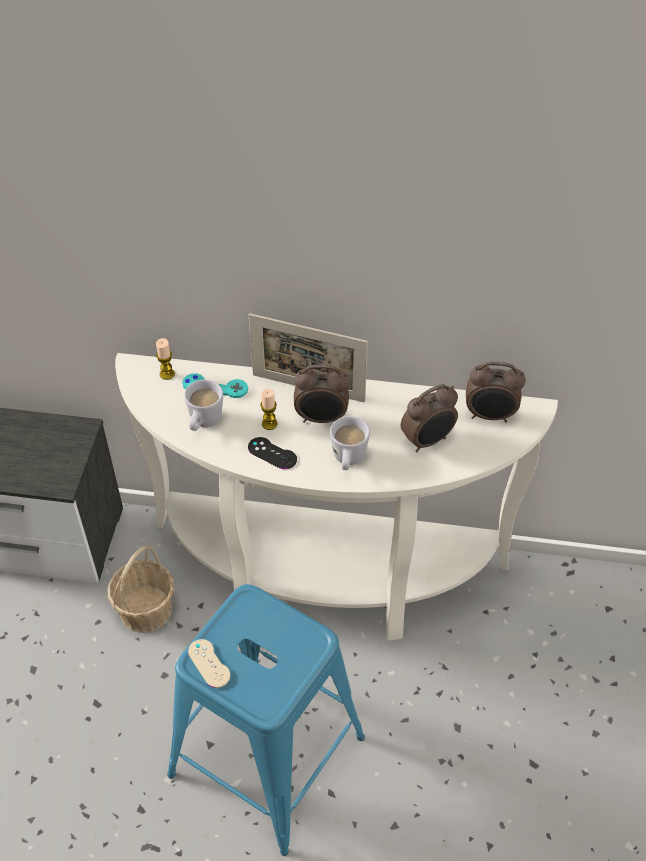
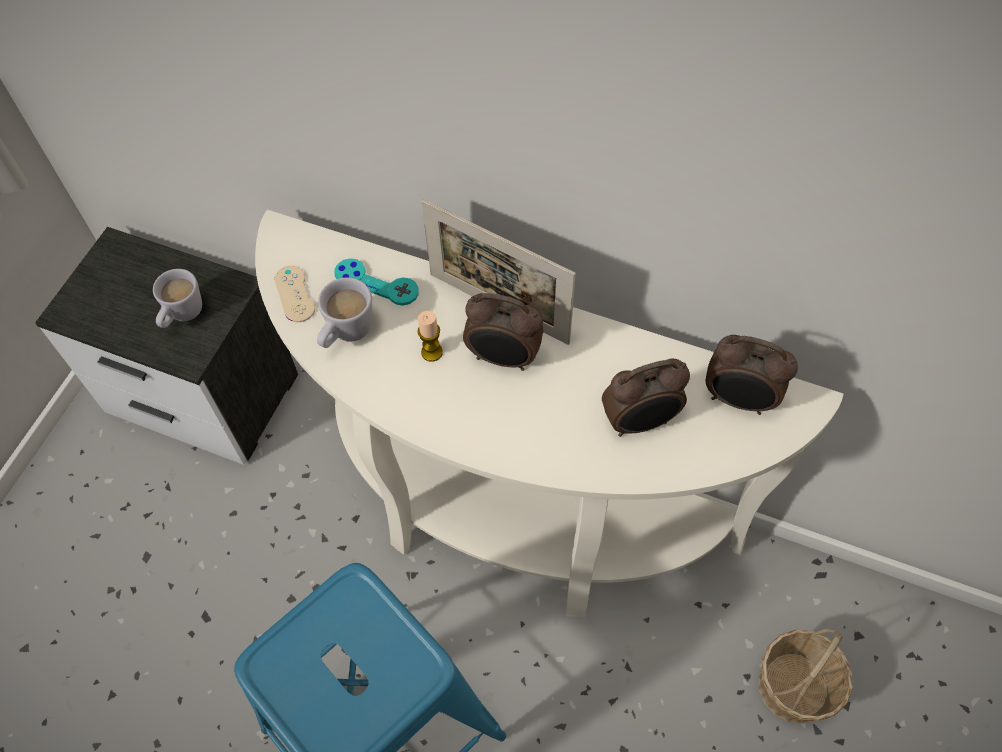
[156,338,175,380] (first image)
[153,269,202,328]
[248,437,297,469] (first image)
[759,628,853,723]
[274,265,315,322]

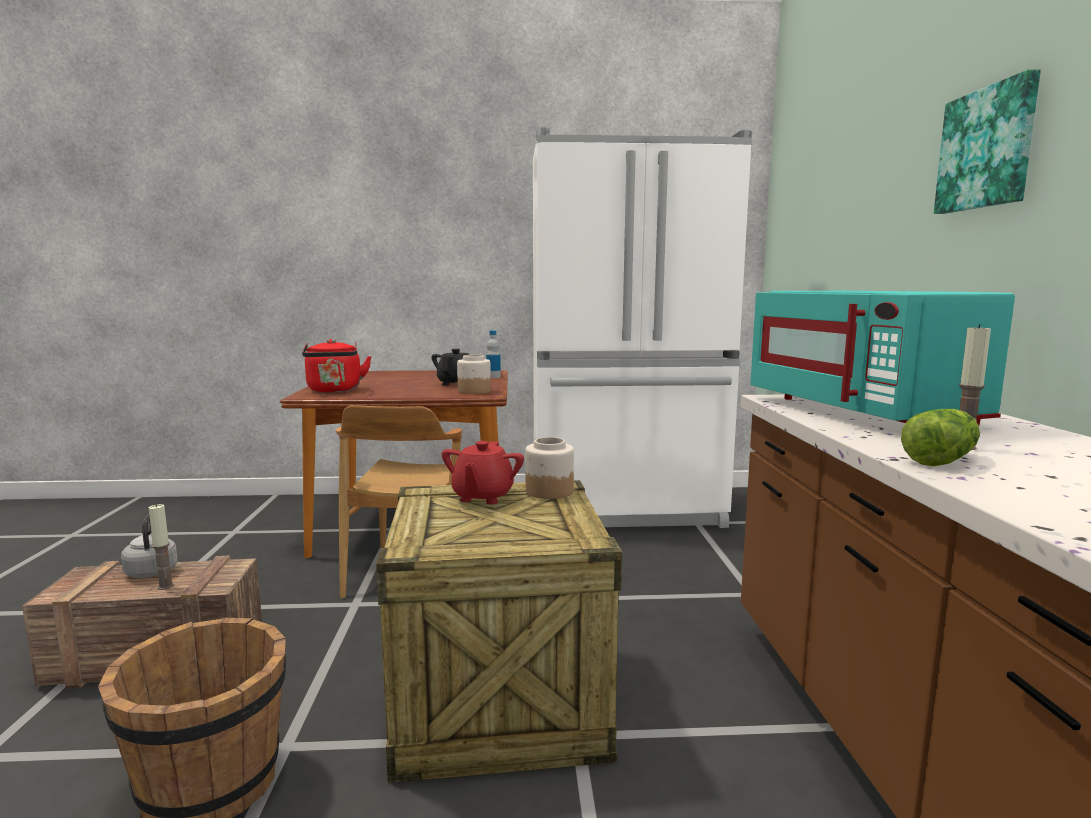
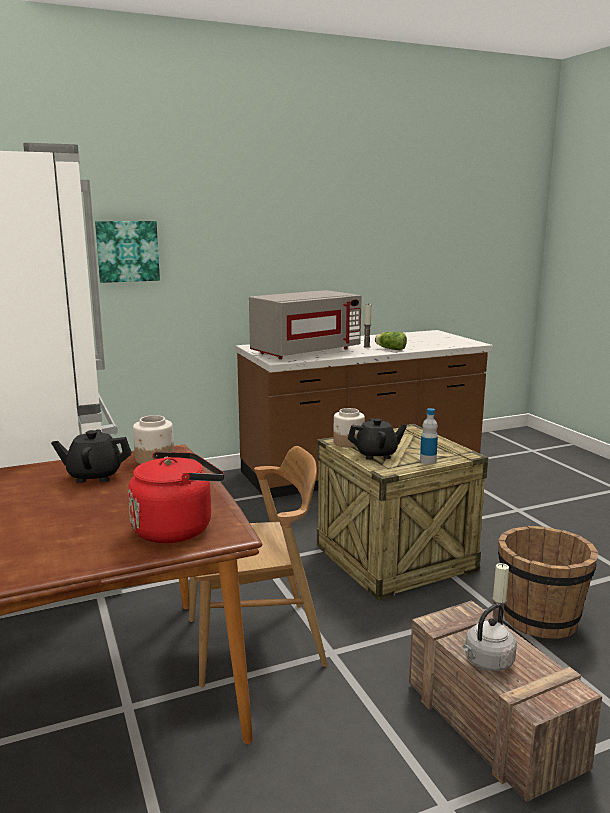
[95,221,160,283]
[249,290,362,359]
[420,408,438,464]
[348,418,407,460]

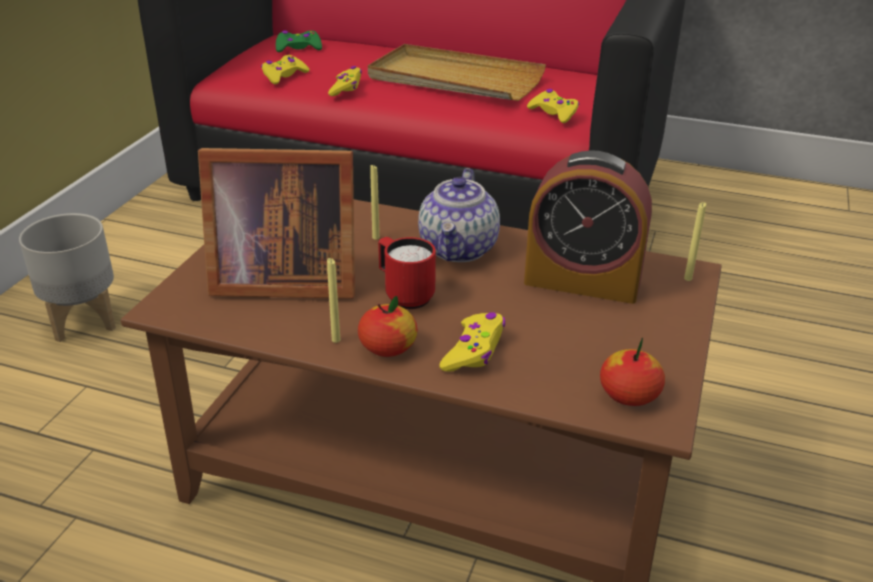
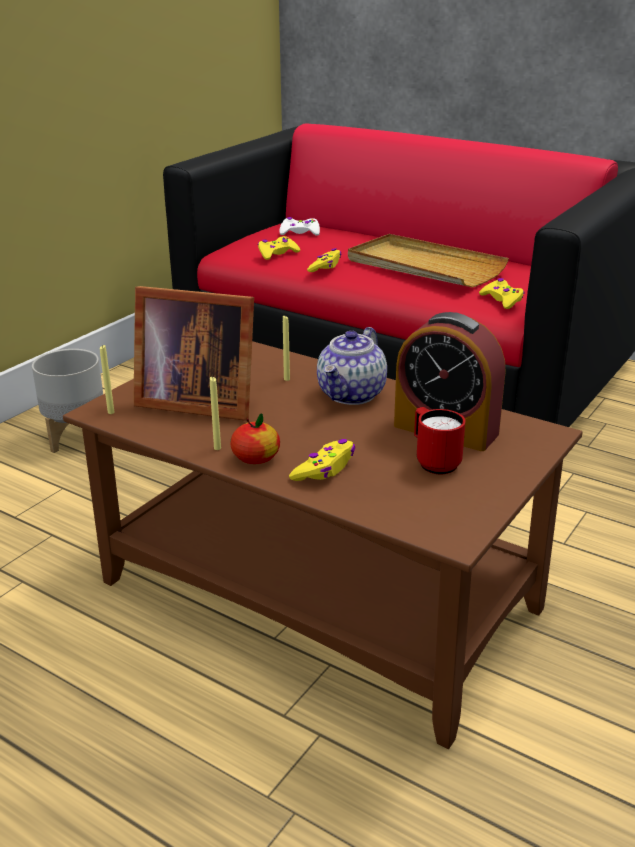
[280,217,320,236]
[100,345,114,414]
[414,407,466,474]
[600,338,665,406] (first image)

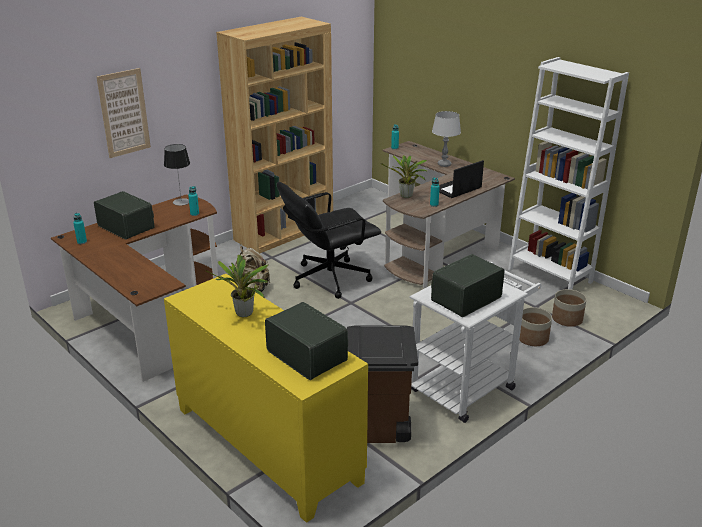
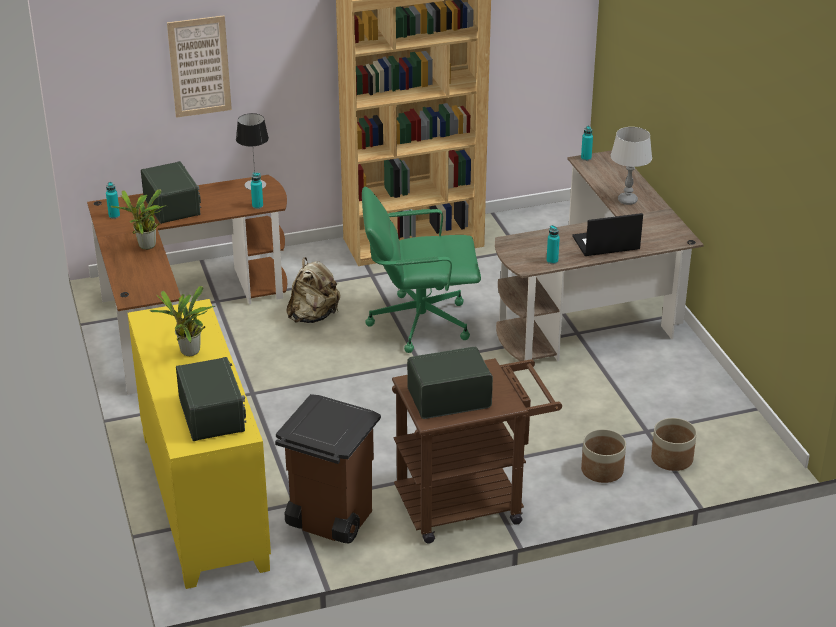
[508,57,629,290] (first image)
[111,189,167,250]
[362,187,481,353]
[392,358,562,544]

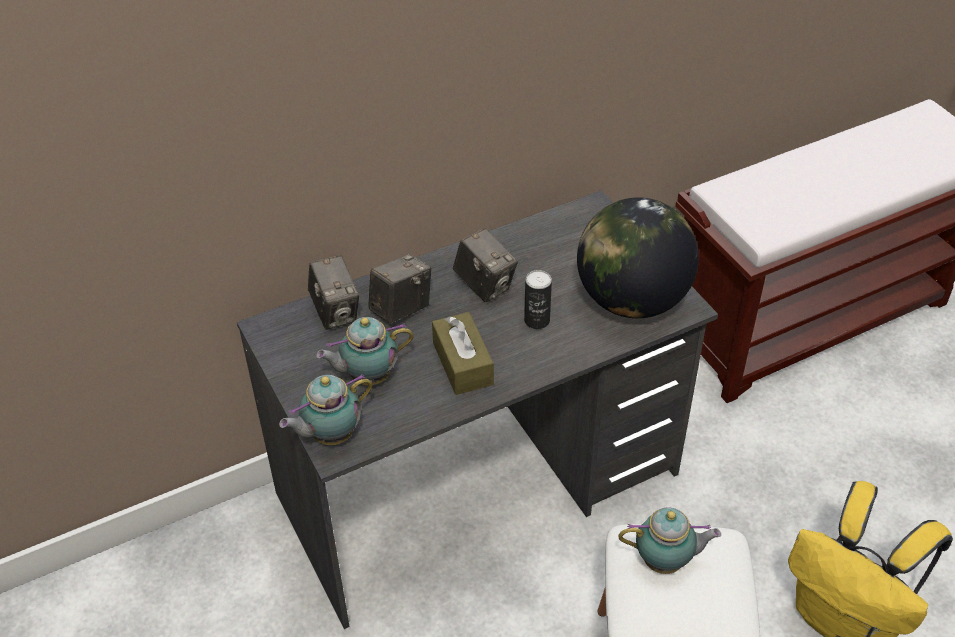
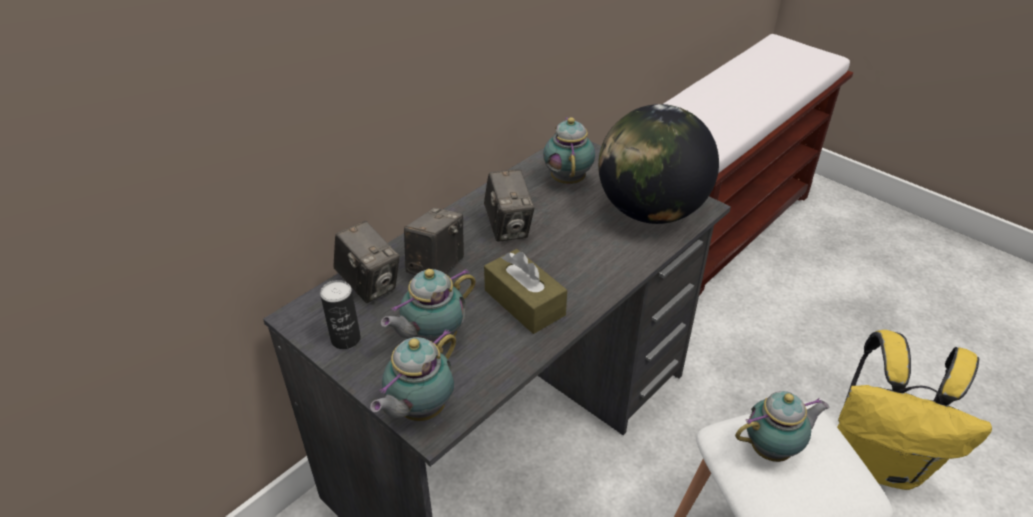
[484,169,535,242]
[320,280,361,349]
[543,117,595,184]

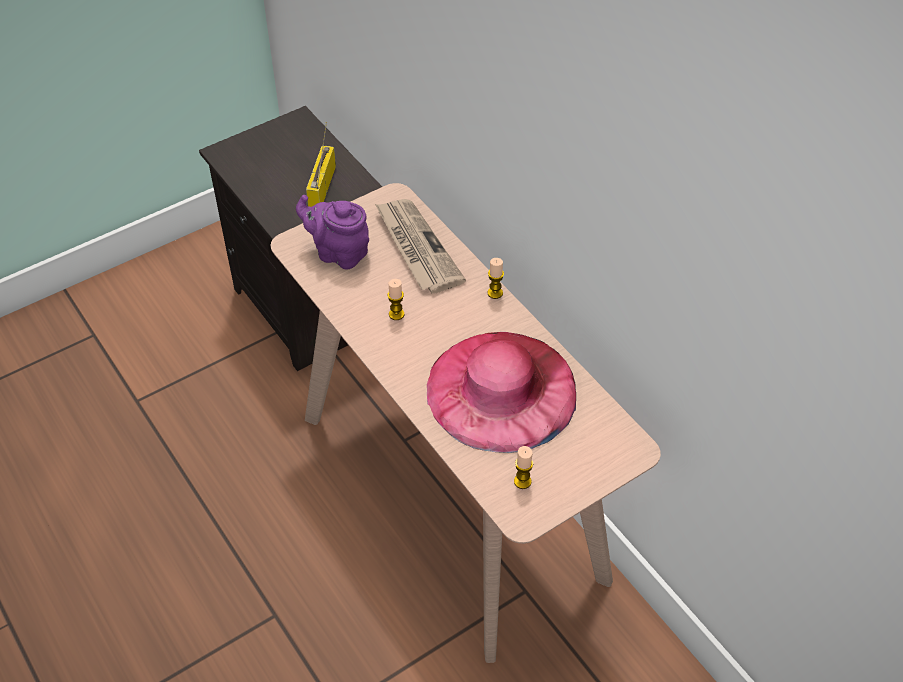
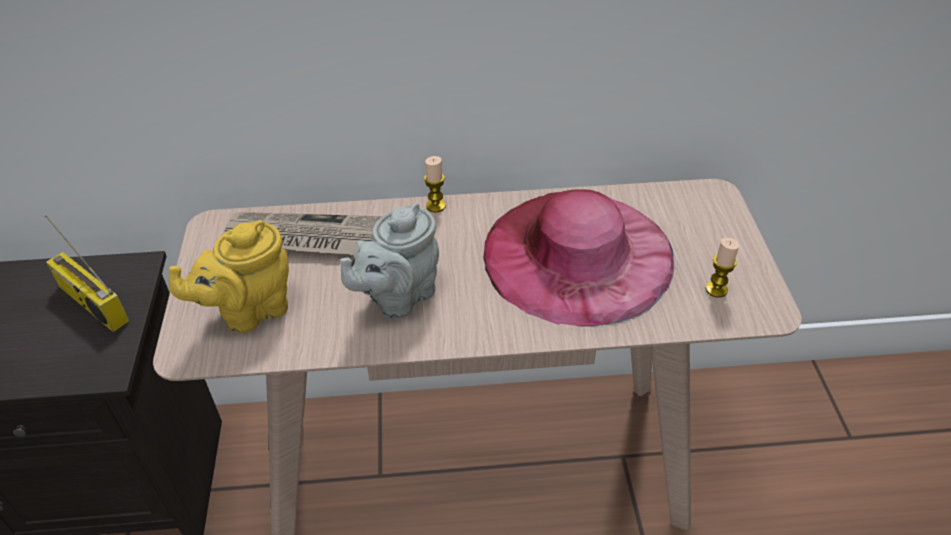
[169,220,289,333]
[340,203,439,319]

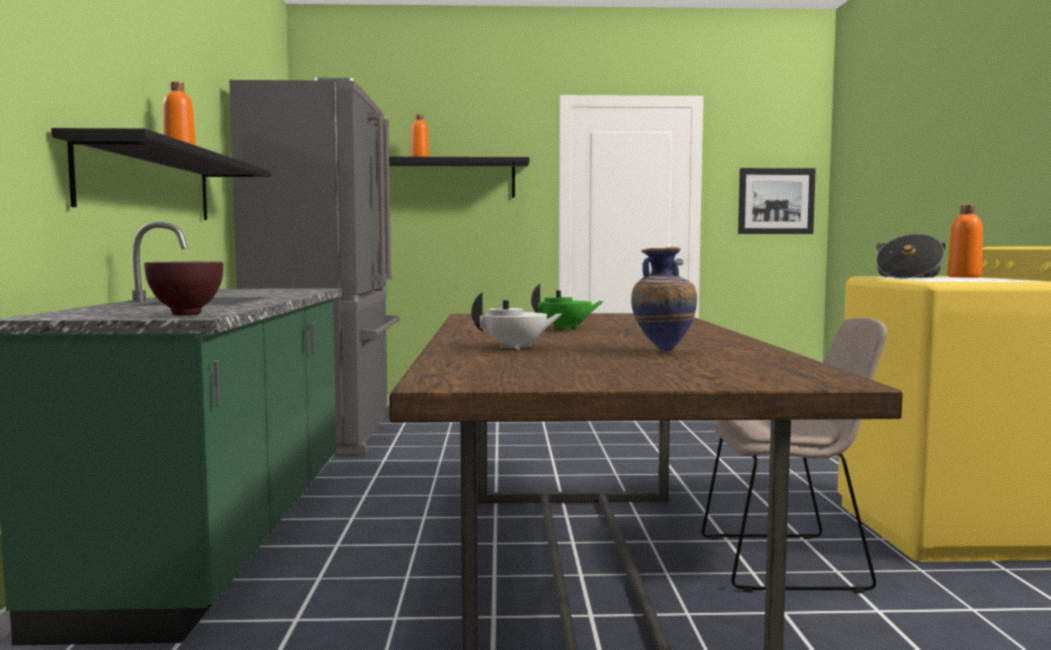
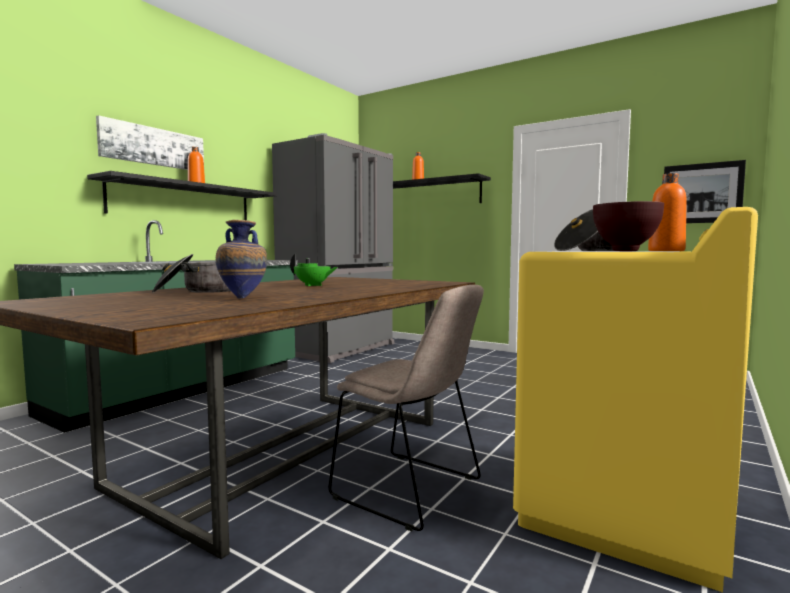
[593,201,664,251]
[152,254,231,293]
[96,115,204,170]

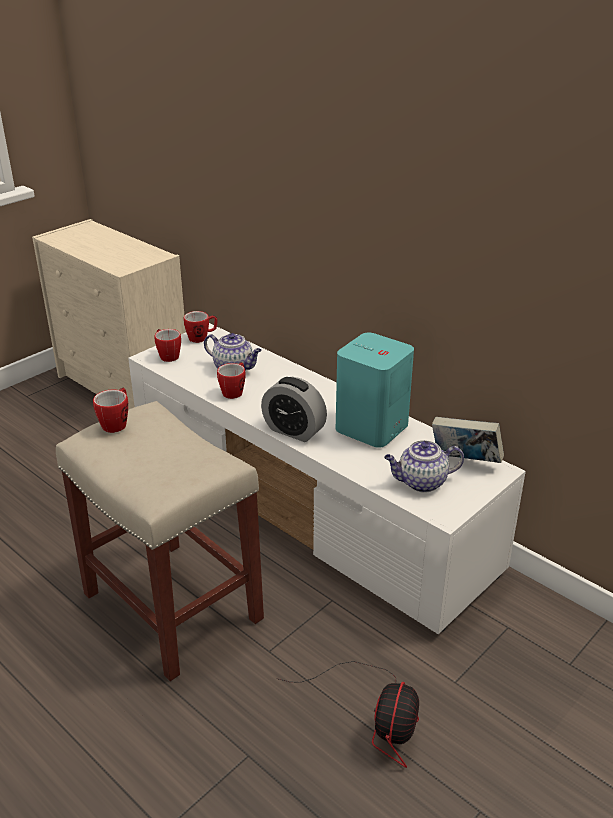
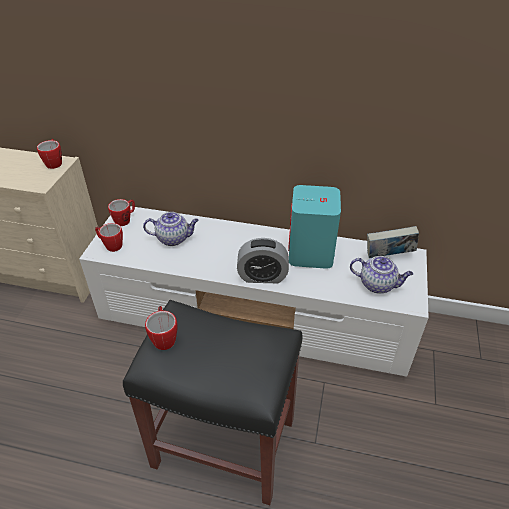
[37,139,62,169]
[123,300,303,505]
[350,256,413,294]
[276,661,419,768] (first image)

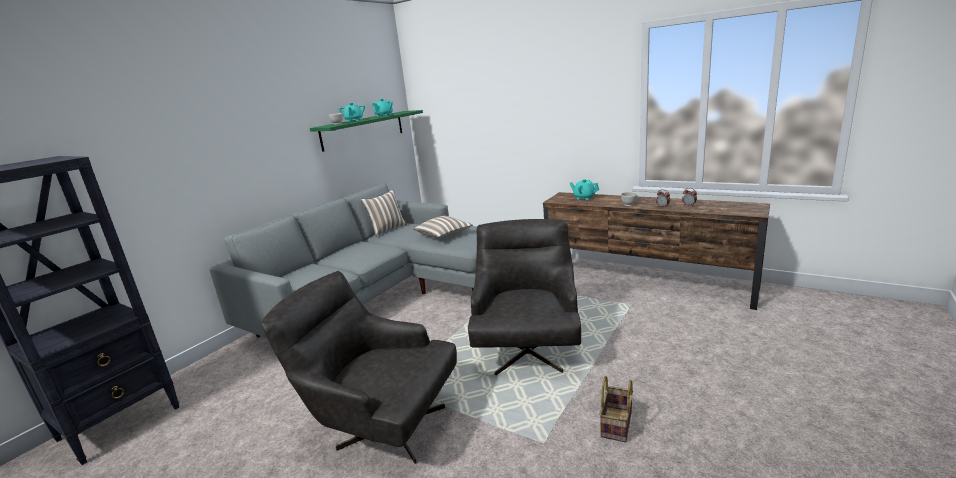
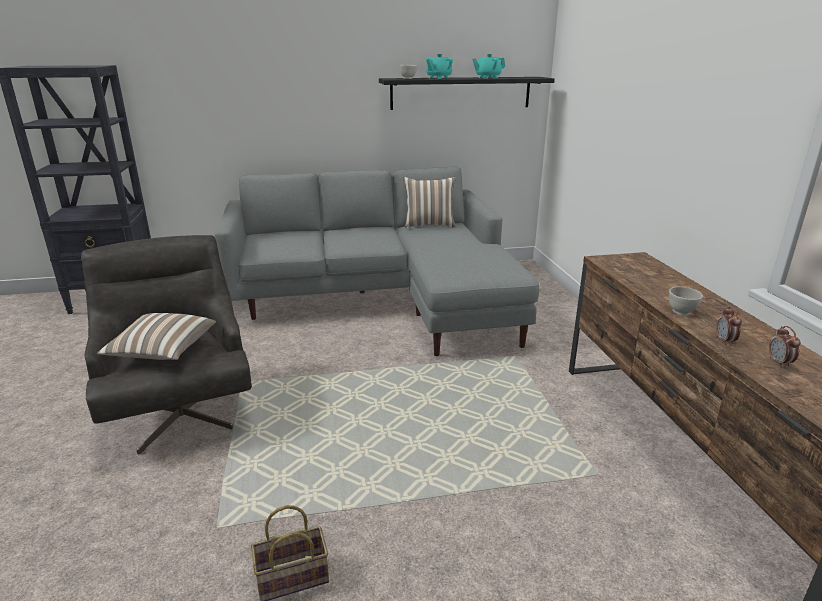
[379,77,555,110]
[569,179,599,200] (first image)
[97,313,216,360]
[468,219,581,375] (first image)

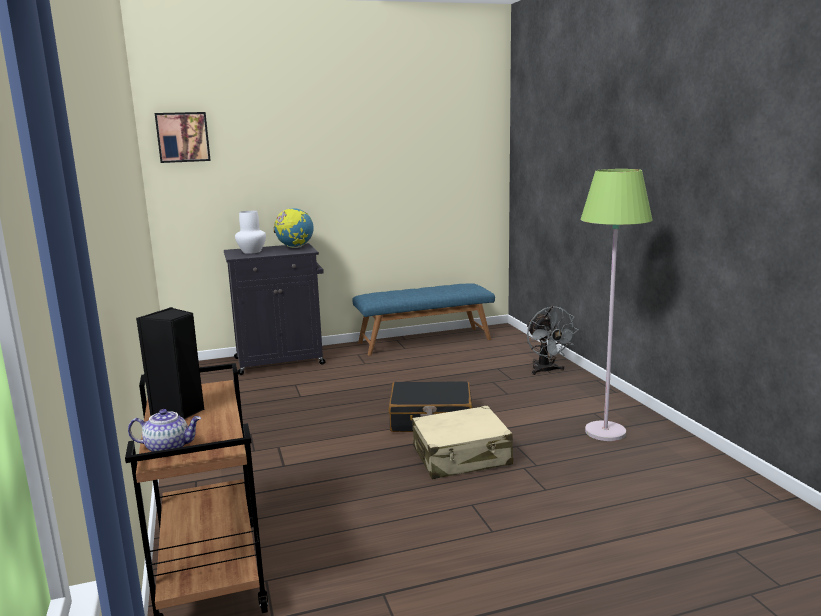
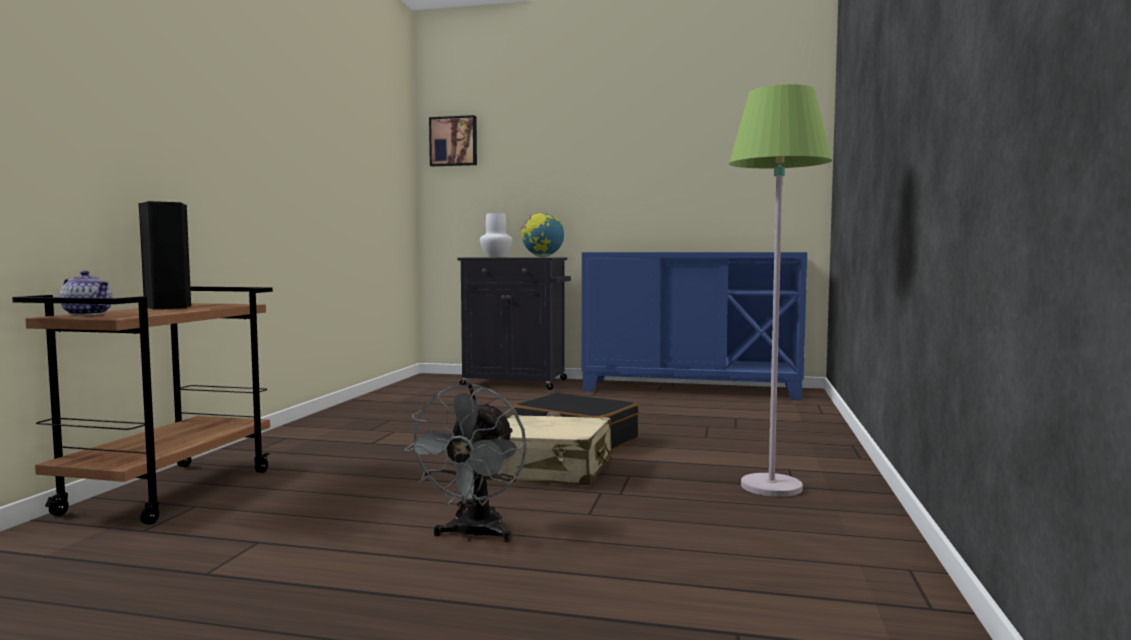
[582,252,807,400]
[404,384,527,542]

